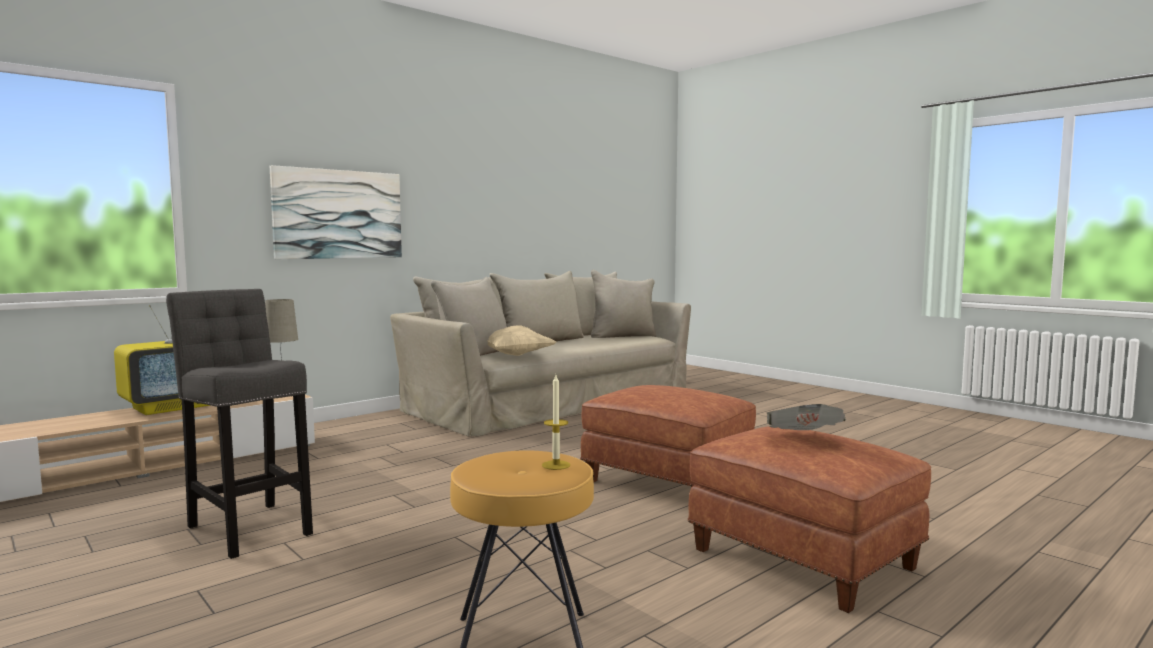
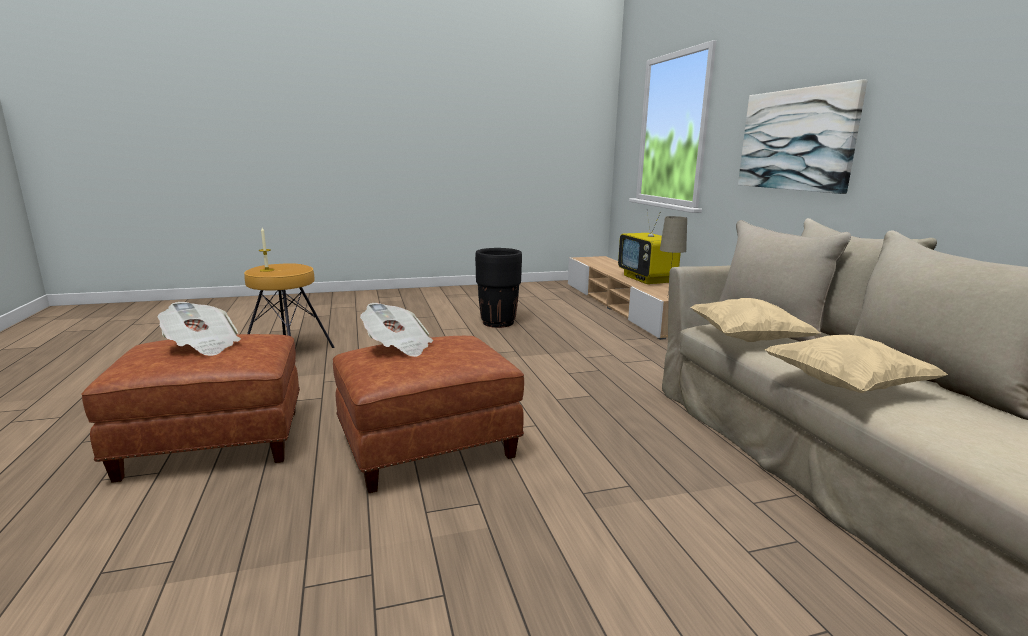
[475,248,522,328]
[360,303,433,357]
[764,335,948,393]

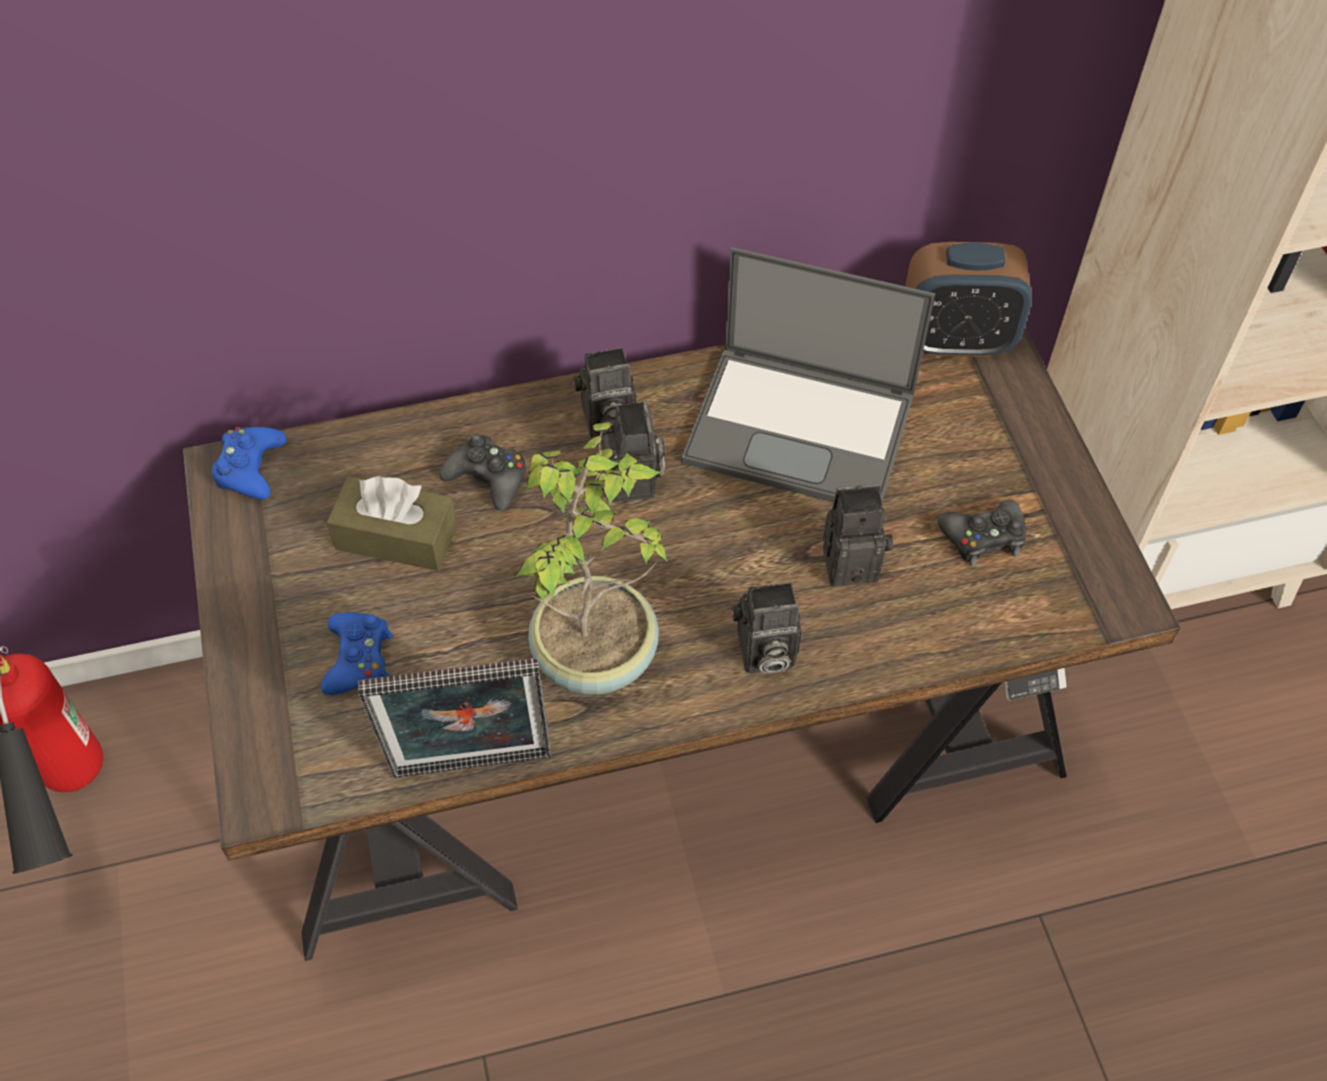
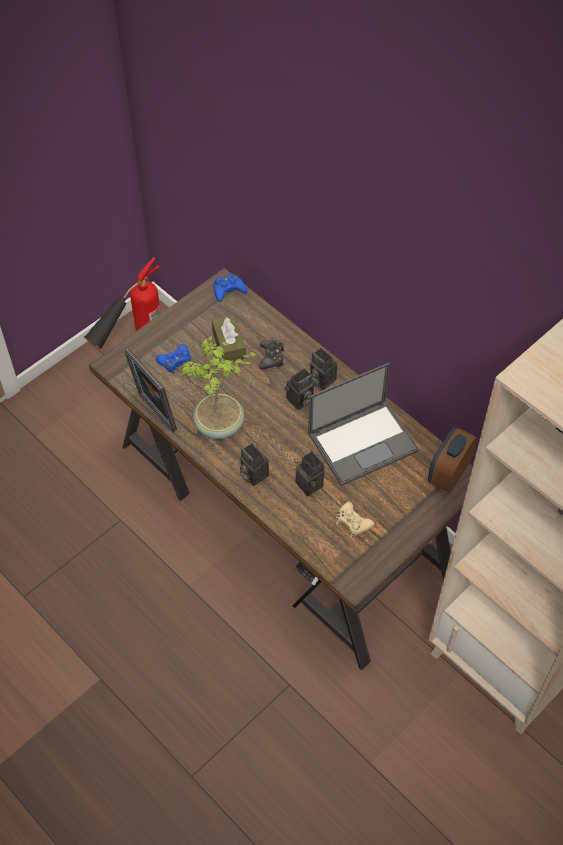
[428,427,477,493]
[308,363,419,486]
[336,502,374,537]

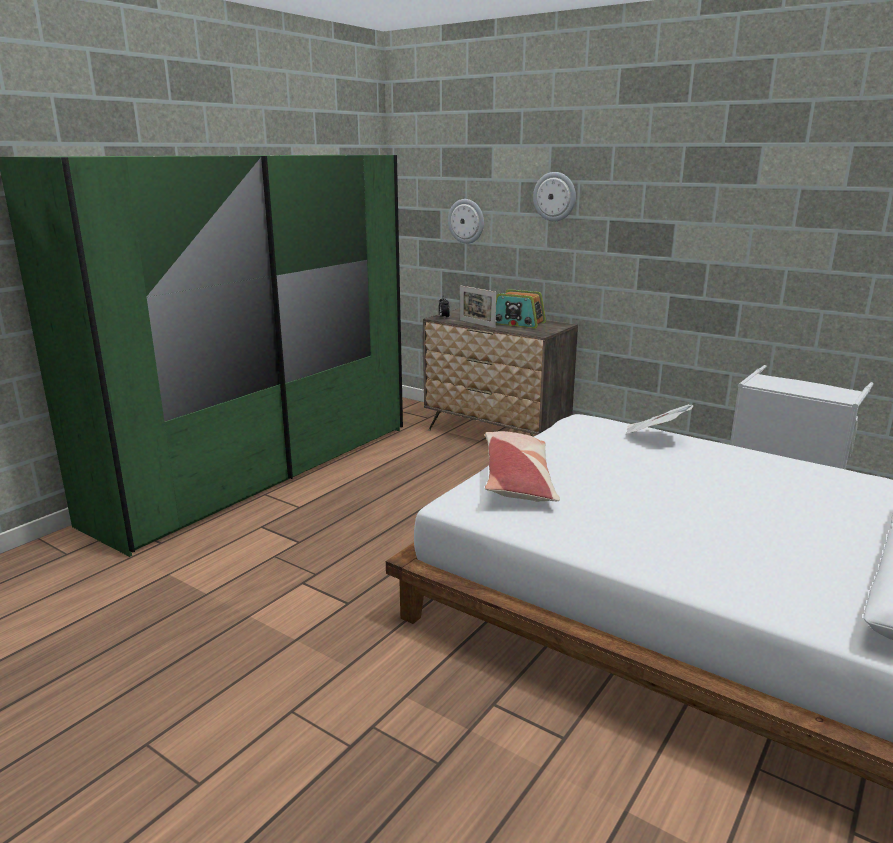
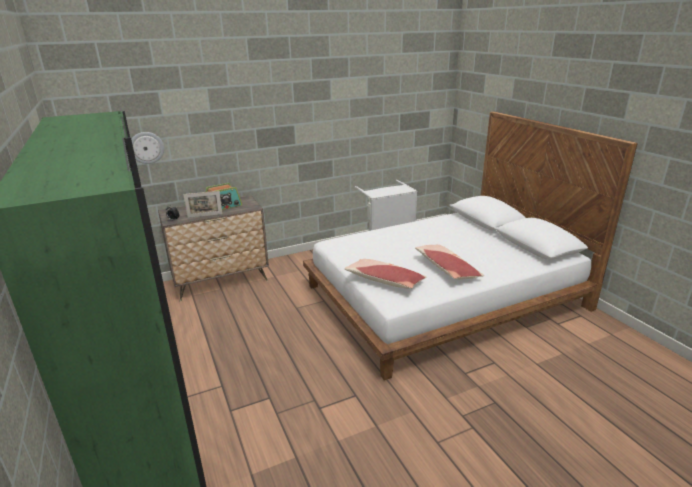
[533,172,576,221] (first image)
[626,404,693,434] (first image)
[415,245,484,280]

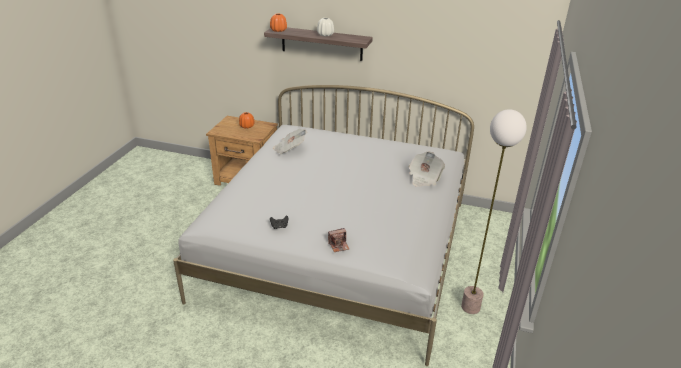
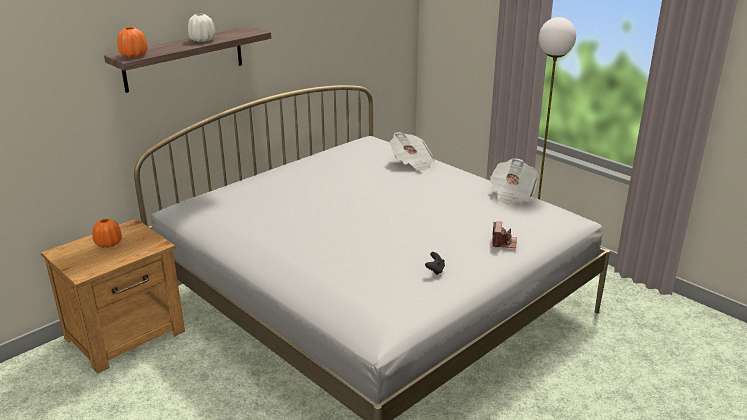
[490,158,539,205]

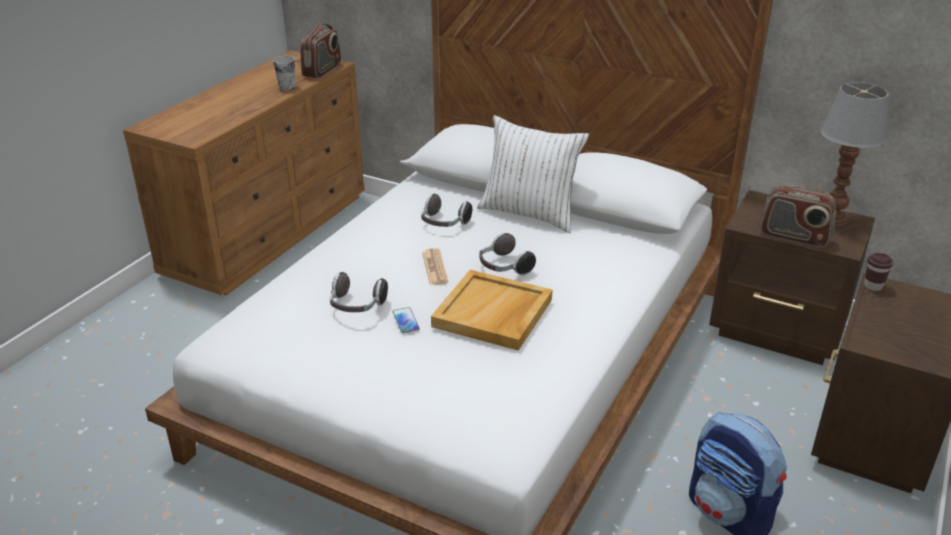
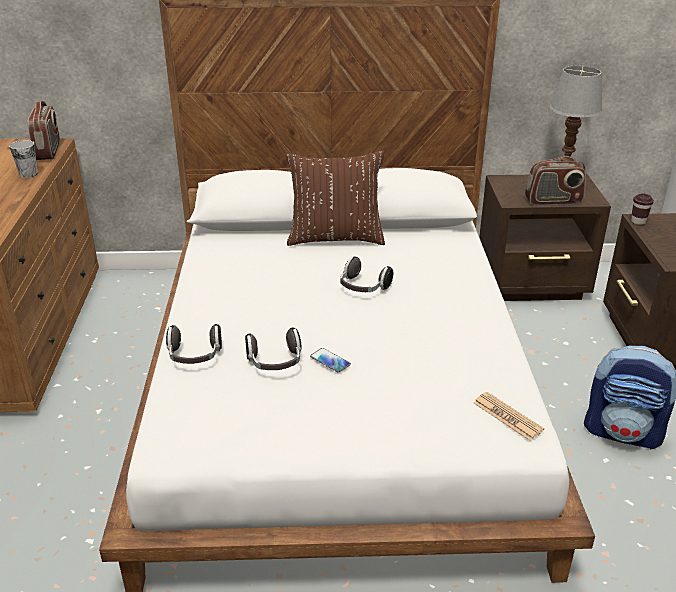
[286,151,385,246]
[166,324,222,364]
[474,392,544,441]
[431,270,553,351] (first image)

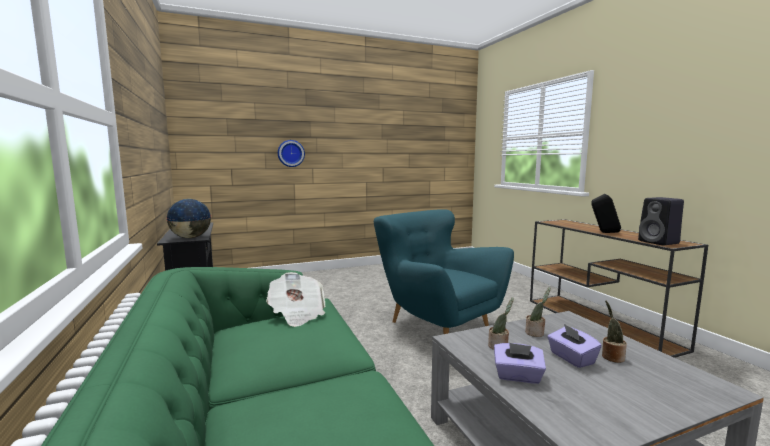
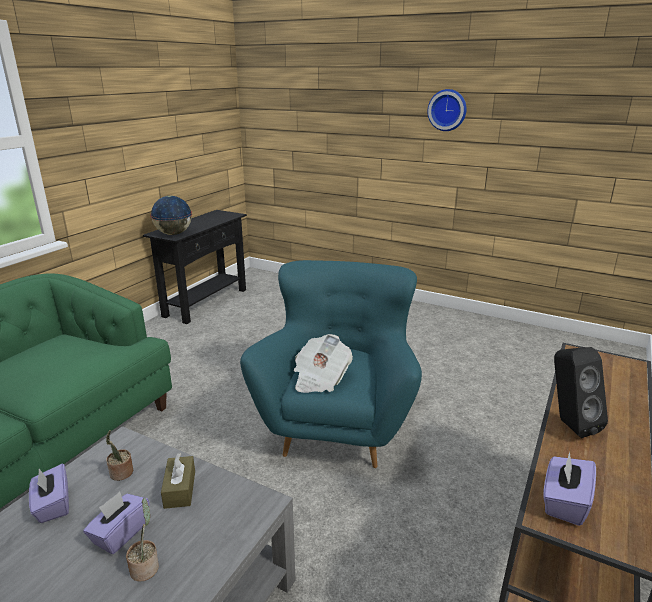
[428,89,467,131]
[543,452,596,526]
[294,334,353,393]
[161,453,195,509]

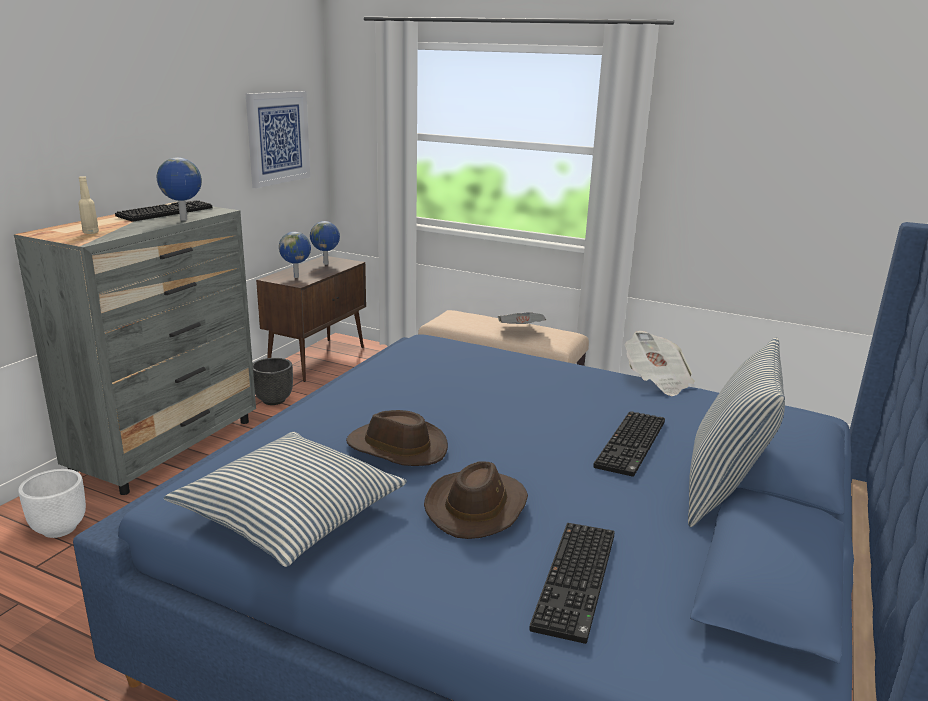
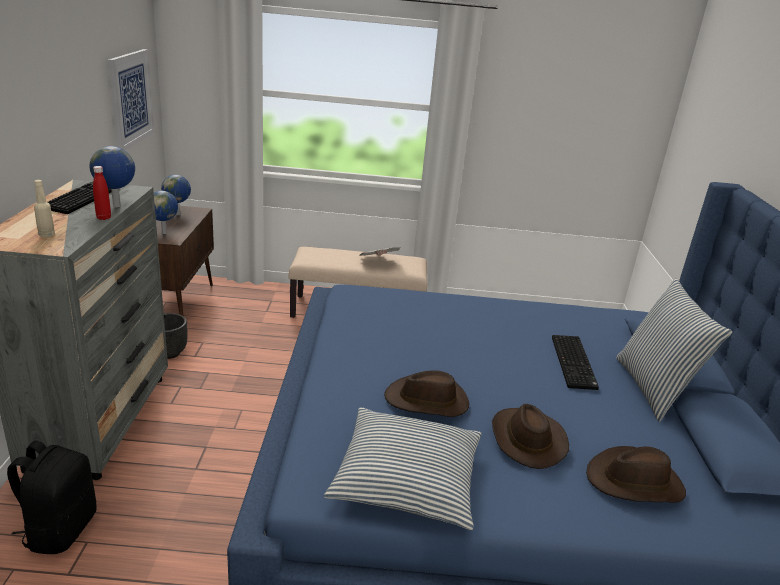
[625,331,695,396] (first image)
[7,440,97,554]
[586,446,686,503]
[93,166,111,220]

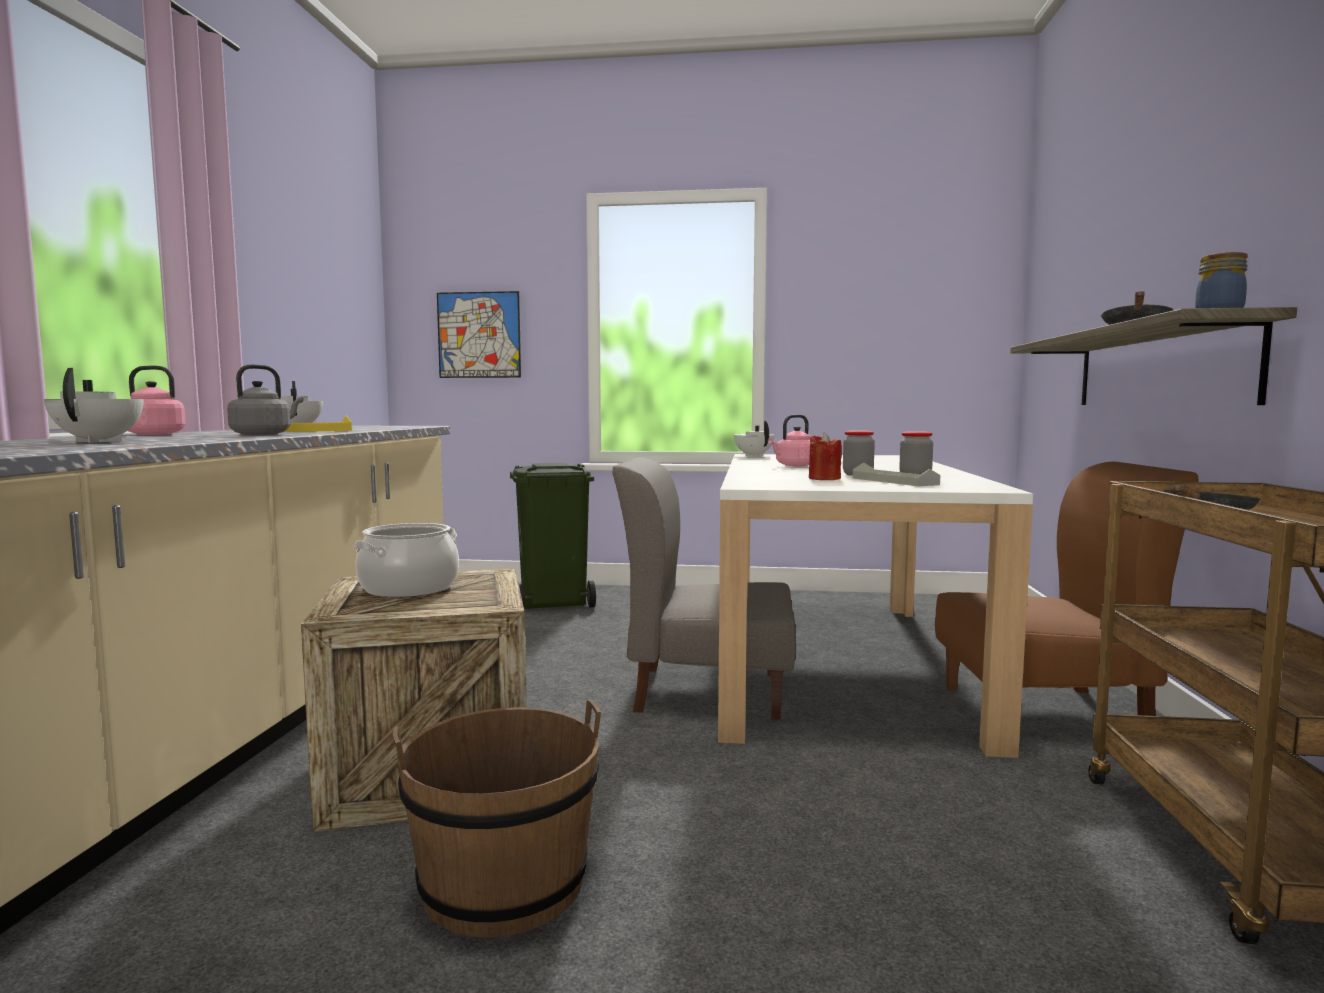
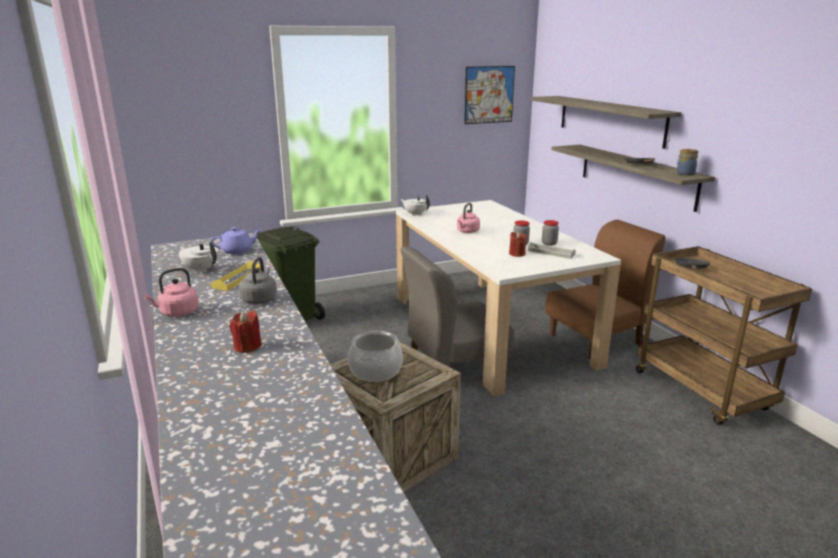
[464,66,515,124]
[230,310,262,353]
[393,699,601,938] (first image)
[530,96,682,149]
[210,227,262,254]

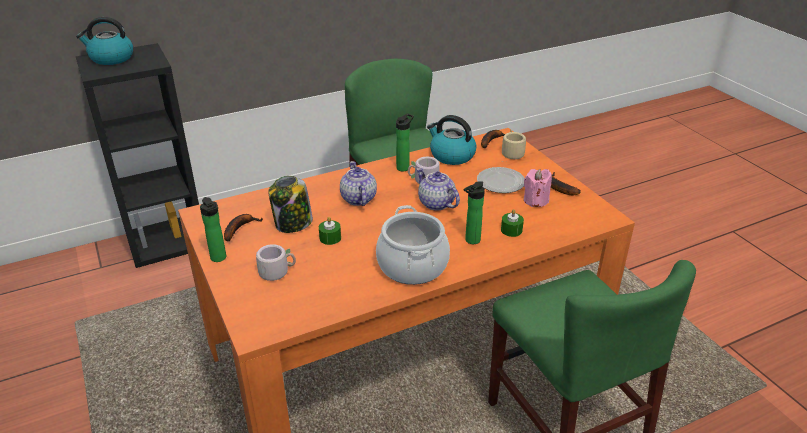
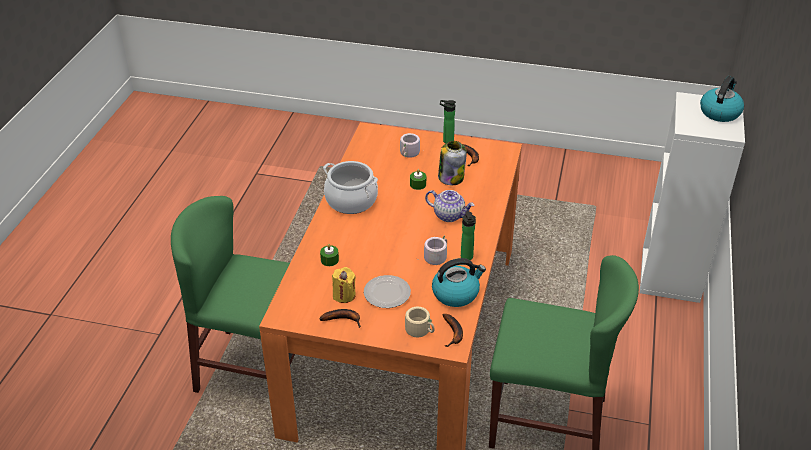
[640,92,745,303]
[416,168,460,210] (first image)
[332,267,356,303]
[464,181,485,244] (first image)

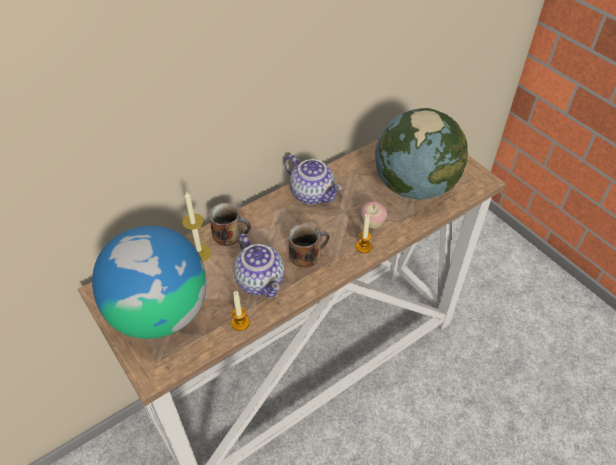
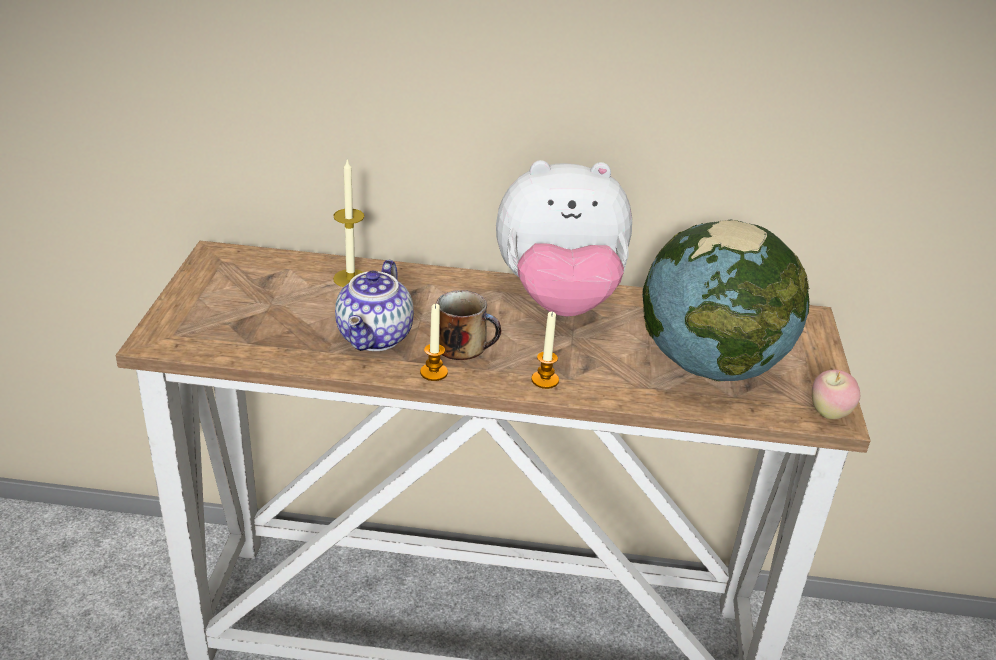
[496,160,632,317]
[812,370,860,419]
[209,203,251,246] (first image)
[92,226,206,339] (first image)
[420,304,448,381]

